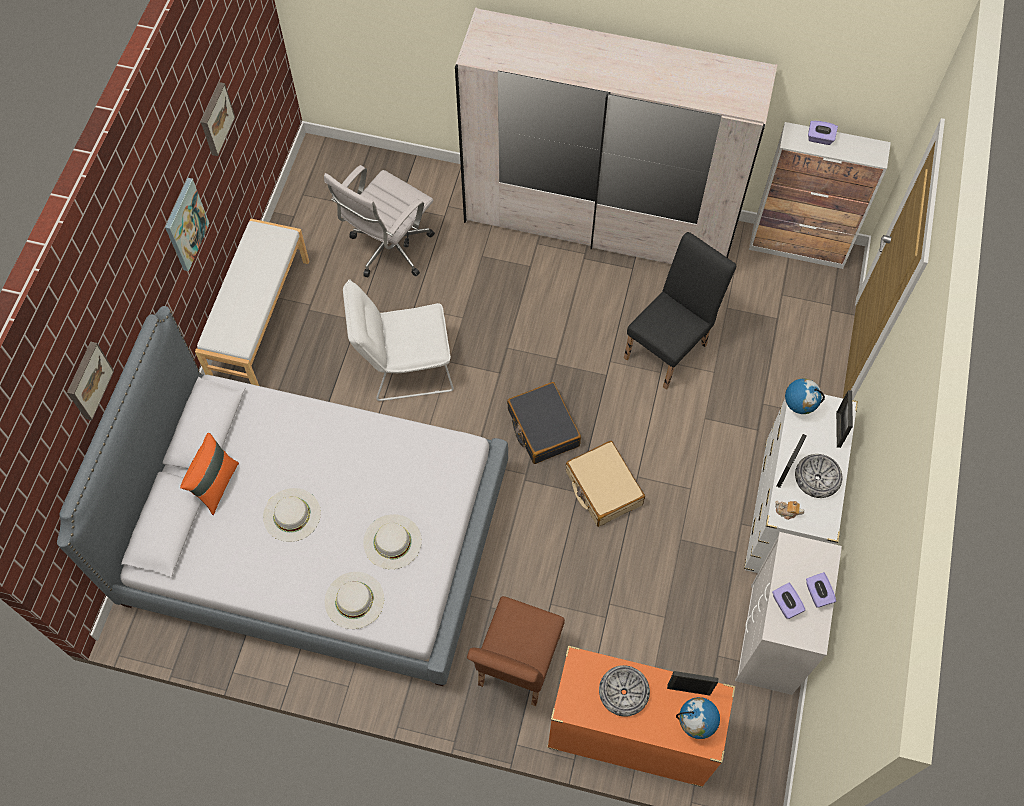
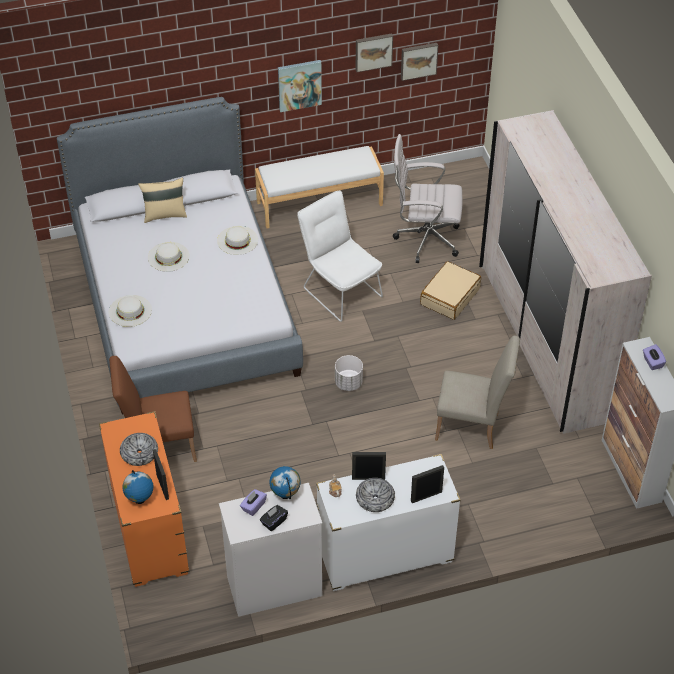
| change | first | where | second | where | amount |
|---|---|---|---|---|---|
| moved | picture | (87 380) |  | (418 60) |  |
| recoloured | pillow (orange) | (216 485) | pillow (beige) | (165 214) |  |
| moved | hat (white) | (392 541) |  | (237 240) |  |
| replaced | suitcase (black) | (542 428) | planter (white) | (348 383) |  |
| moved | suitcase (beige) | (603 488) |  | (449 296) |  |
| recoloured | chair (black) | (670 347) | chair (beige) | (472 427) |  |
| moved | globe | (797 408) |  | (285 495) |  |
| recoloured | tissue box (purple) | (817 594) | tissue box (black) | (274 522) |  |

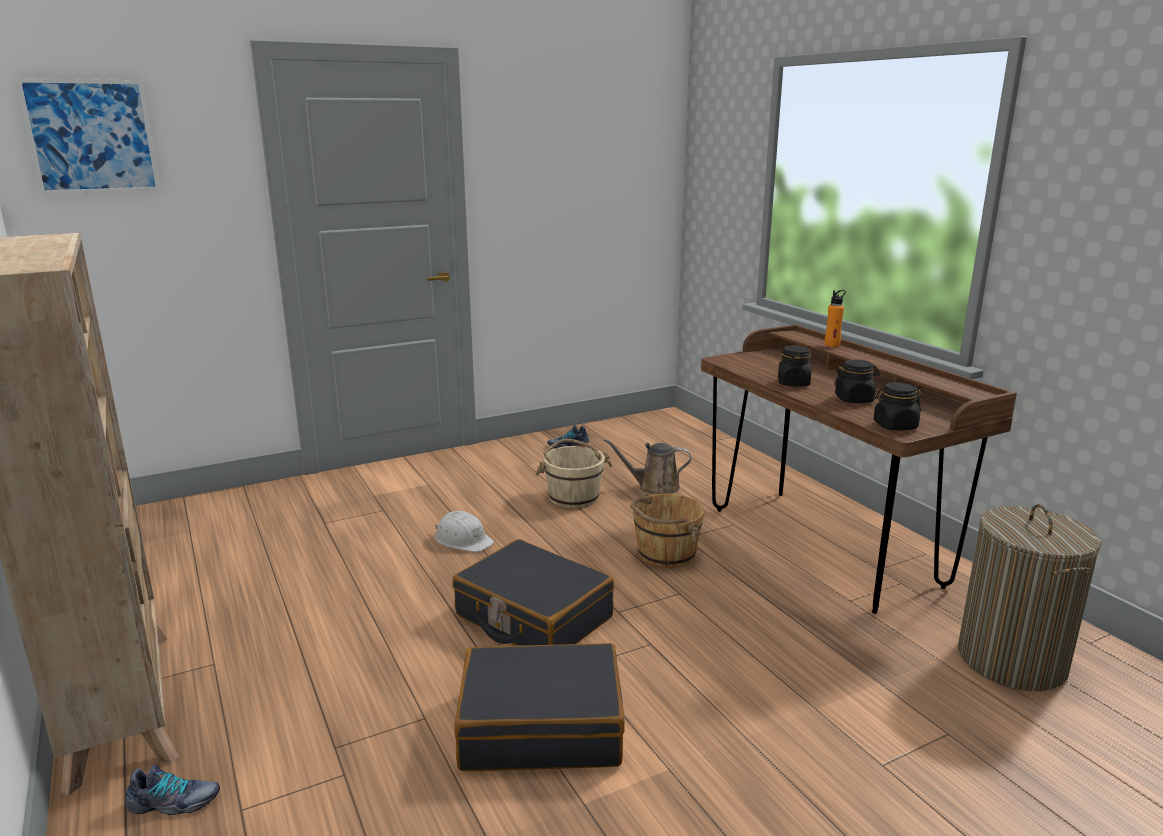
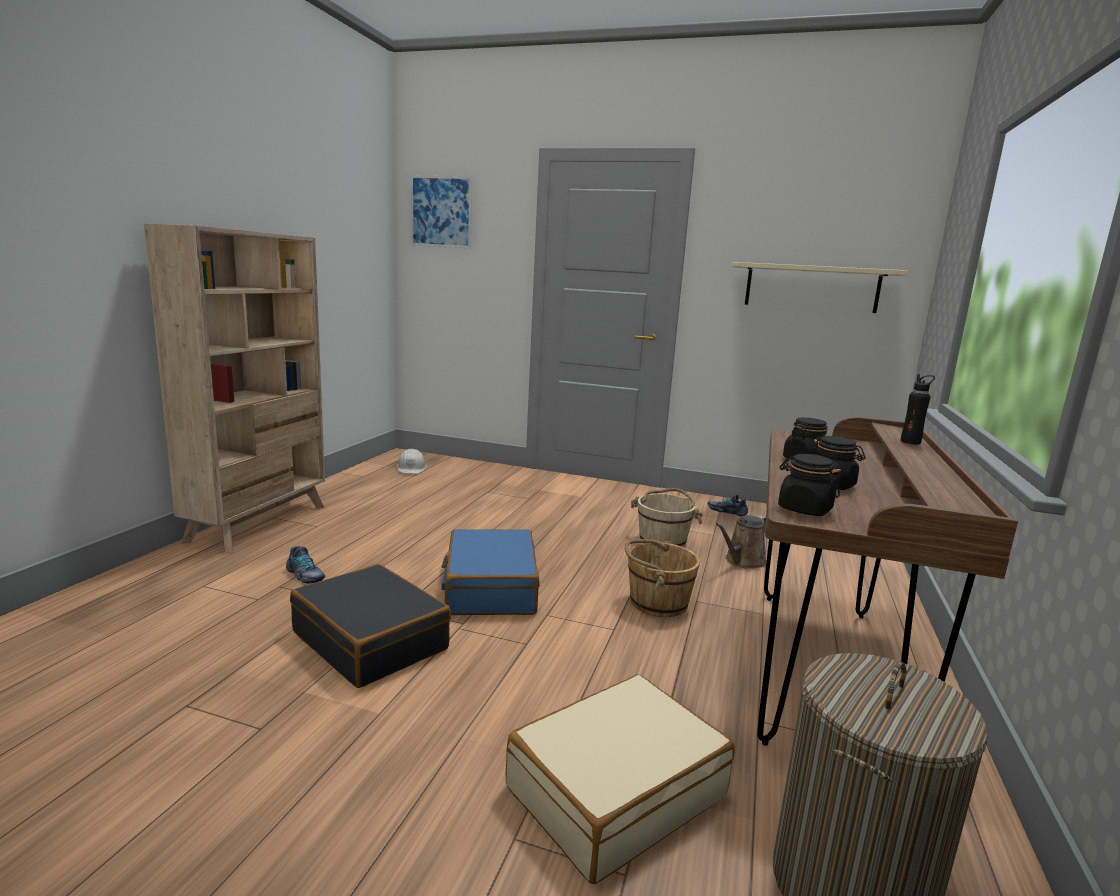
| change | first | where | second | where | amount |
|---|---|---|---|---|---|
| moved | shoe | (174 803) |  | (304 575) |  |
| moved | hard hat (white) | (463 540) |  | (411 468) |  |
| recoloured | suitcase (black) | (533 617) | suitcase (blue) | (490 588) |  |
| turned | watering can (brown) | (654 487) |  | (743 561) | 90 degrees counterclockwise |
| recoloured | bottle (orange) | (832 345) | bottle (black) | (910 442) |  |
| added |  |  | suitcase (beige) | (615 791) |  |
| added |  |  | shelf (beige) | (811 288) |  |

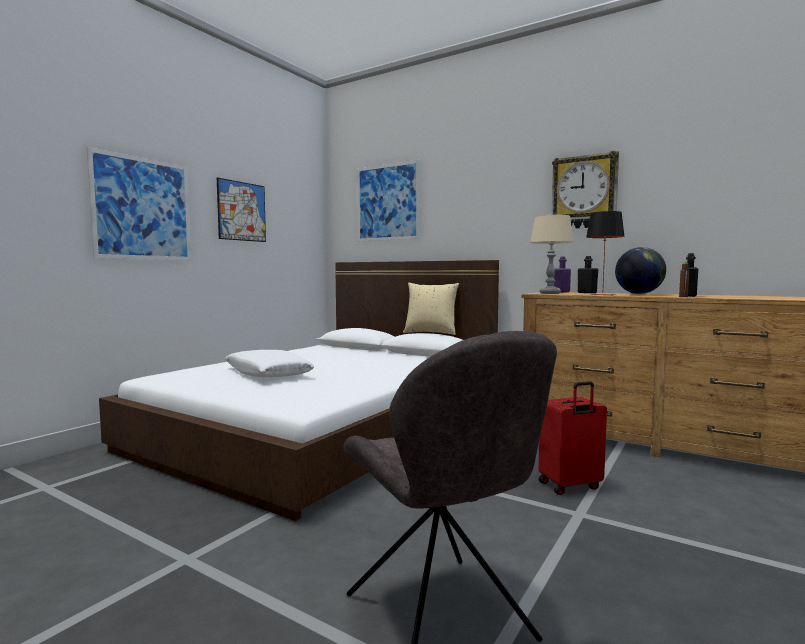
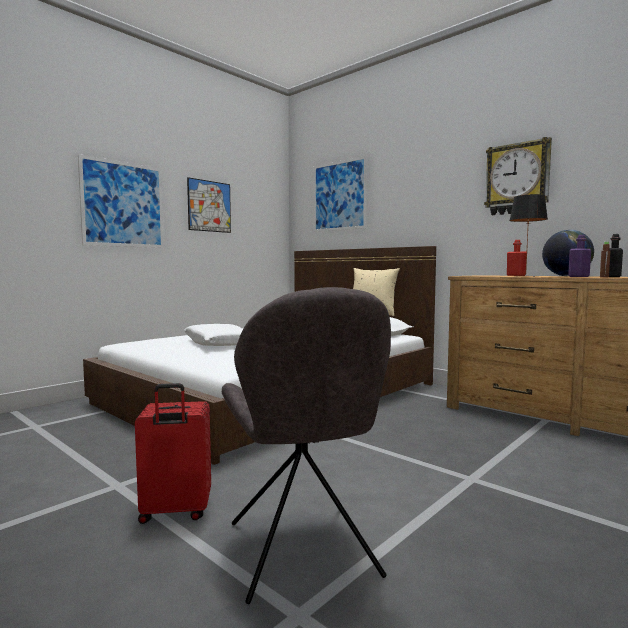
| change | first | where | second | where | amount |
|---|---|---|---|---|---|
| removed | table lamp (beige) | (550 293) |  |  |  |
| moved | suitcase (red) | (570 486) |  | (175 512) |  |
| moved | bottle (purple) | (561 292) |  | (578 276) |  |
| recoloured | bottle (black) | (587 293) | bottle (red) | (516 275) |  |

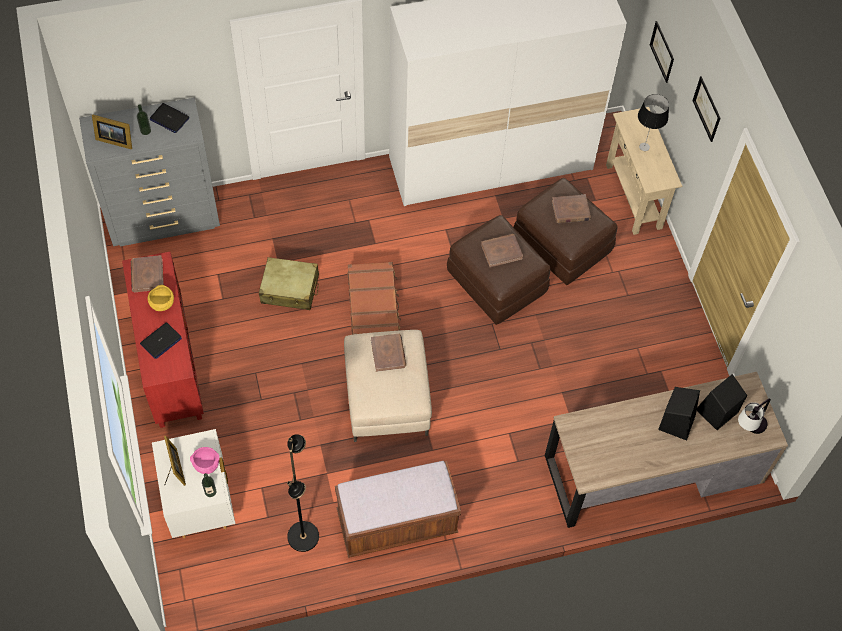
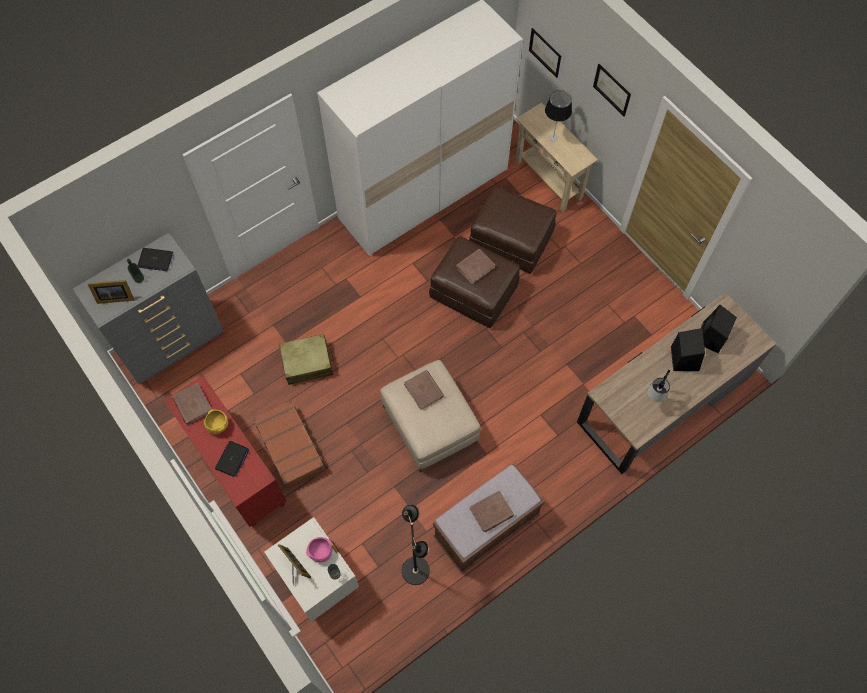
| change | first | where | second | where | amount |
|---|---|---|---|---|---|
| moved | suitcase (brown) | (374 309) |  | (291 447) |  |
| moved | book (brown) | (571 210) |  | (491 512) |  |
| moved | table lamp | (748 430) |  | (654 397) |  |

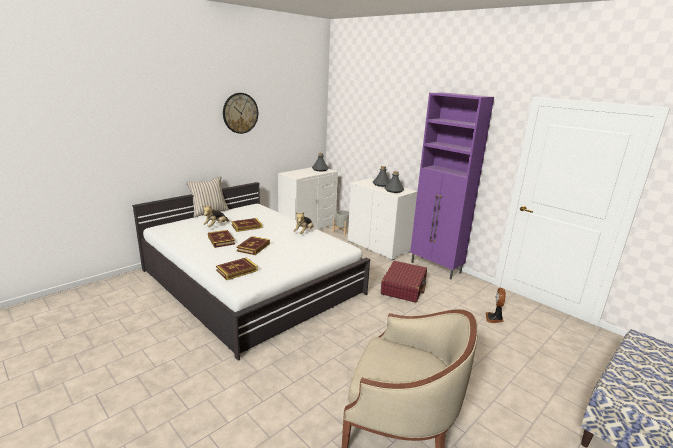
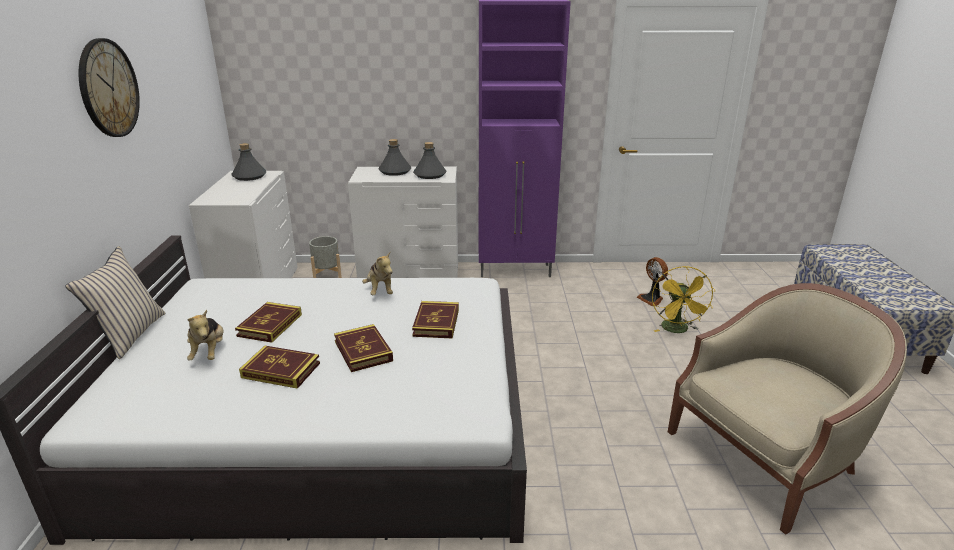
| change | first | where | second | where | amount |
|---|---|---|---|---|---|
| moved | book | (237 270) |  | (436 323) |  |
| removed | suitcase (red) | (403 288) |  |  |  |
| added |  |  | fan (yellow) | (677 330) |  |

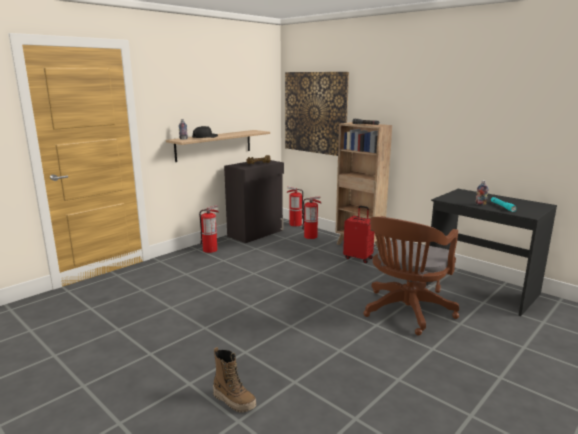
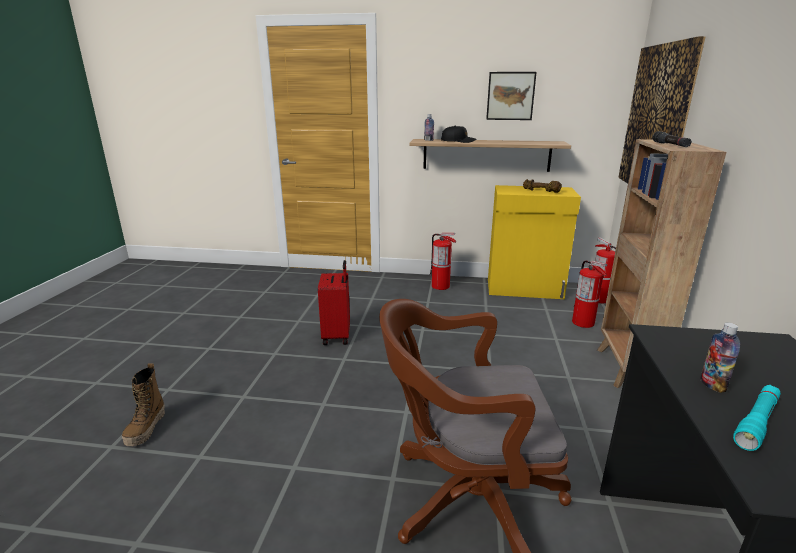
| change | first | where | second | where | amount |
|---|---|---|---|---|---|
| recoloured | cabinet (black) | (256 233) | cabinet (yellow) | (525 289) |  |
| moved | suitcase (red) | (358 258) |  | (337 336) |  |
| added |  |  | picture | (510 96) |  |

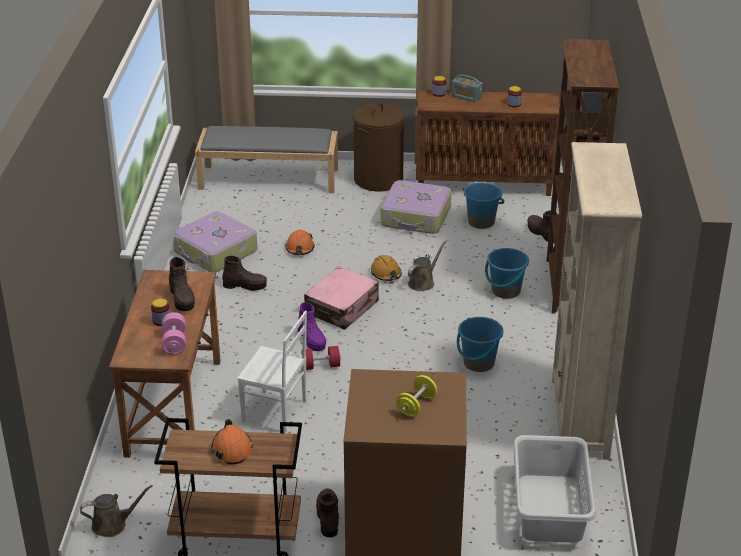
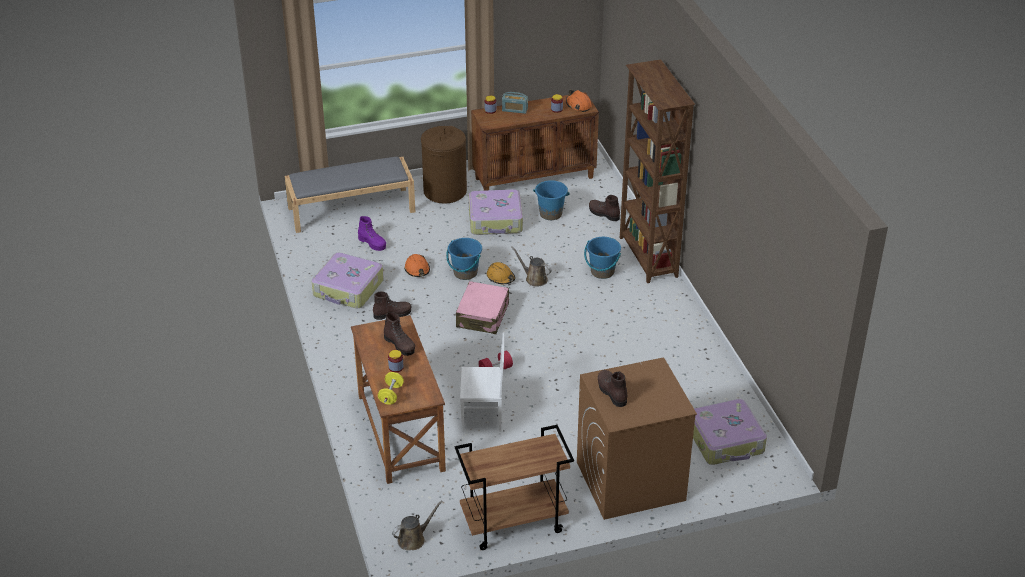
| change | first | where | second | where | amount |
|---|---|---|---|---|---|
| removed | dumbbell (pink) | (174 342) |  |  |  |
| moved | hard hat (orange) | (232 448) |  | (578 105) |  |
| moved | boot (purple) | (312 340) |  | (372 243) |  |
| moved | boot (brown) | (328 517) |  | (611 392) |  |
| moved | dumbbell (yellow) | (416 406) |  | (391 395) |  |
| turned | watering can (brown) | (423 282) |  | (534 279) | 75 degrees counterclockwise |
| moved | bucket (blue) | (478 363) |  | (465 273) |  |
| replaced | laundry basket (grey) | (550 508) | suitcase | (726 440) |  |
| removed | bookcase (beige) | (579 418) |  |  |  |

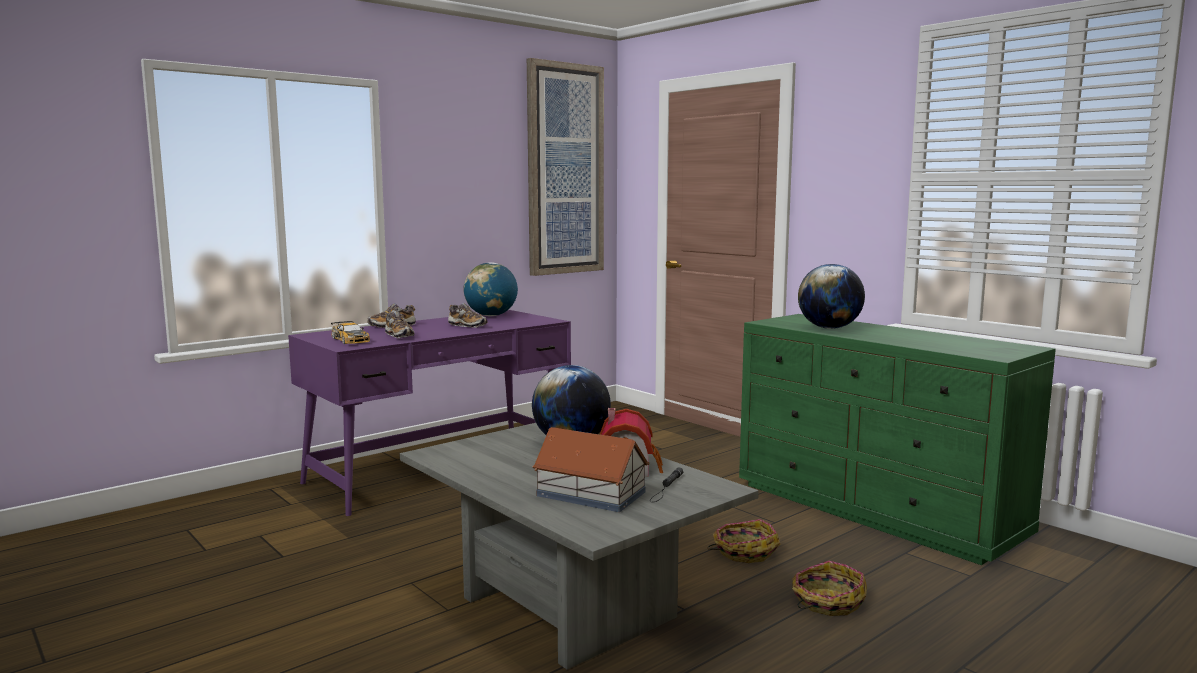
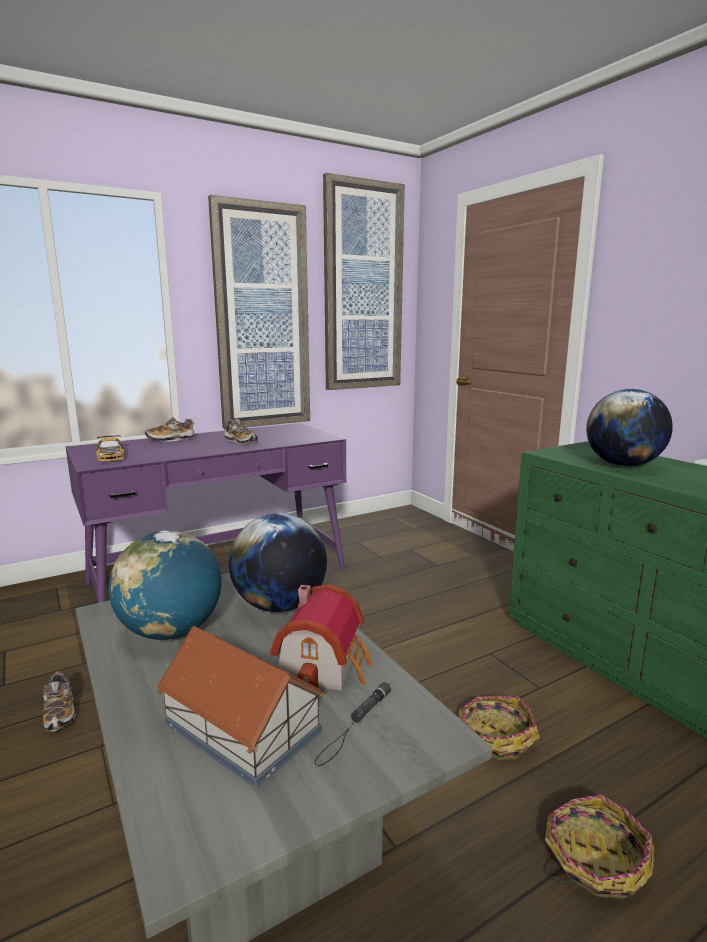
| change | first | where | second | where | amount |
|---|---|---|---|---|---|
| moved | shoe | (399 336) |  | (60 713) |  |
| moved | globe | (491 315) |  | (171 632) |  |
| added |  |  | picture | (262 318) |  |

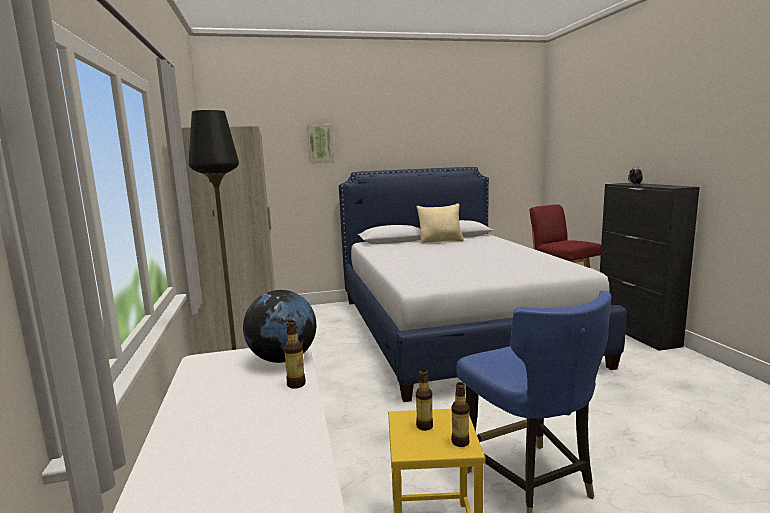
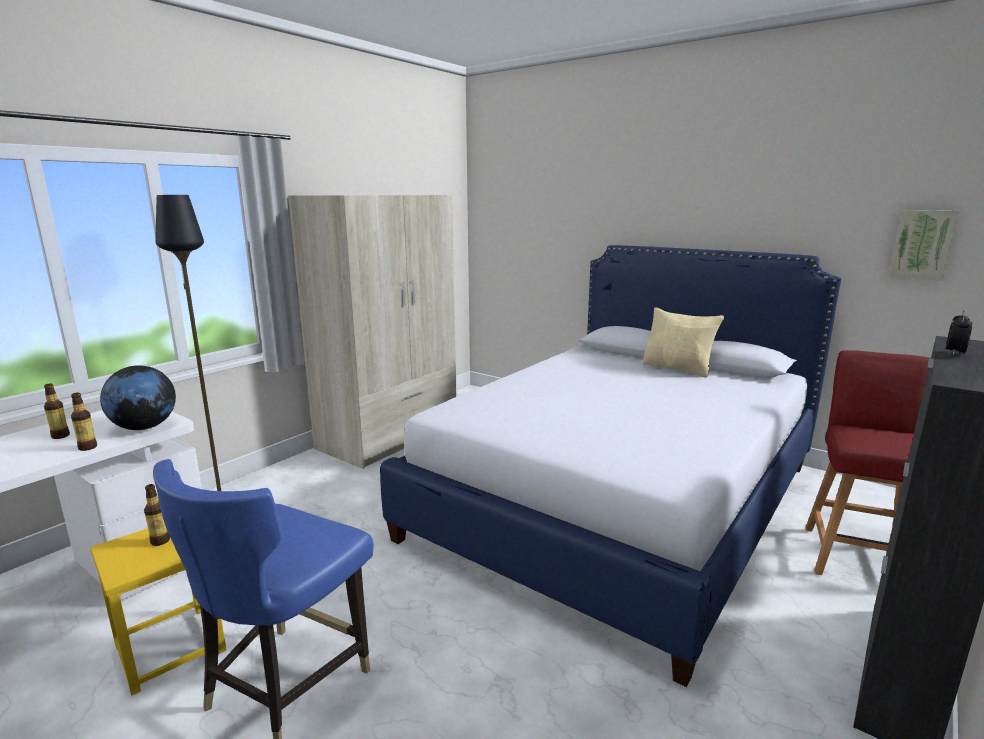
| change | first | where | second | where | amount |
|---|---|---|---|---|---|
| moved | picture | (320 144) |  | (922 244) |  |
| moved | bottle | (460 442) |  | (60 436) |  |

